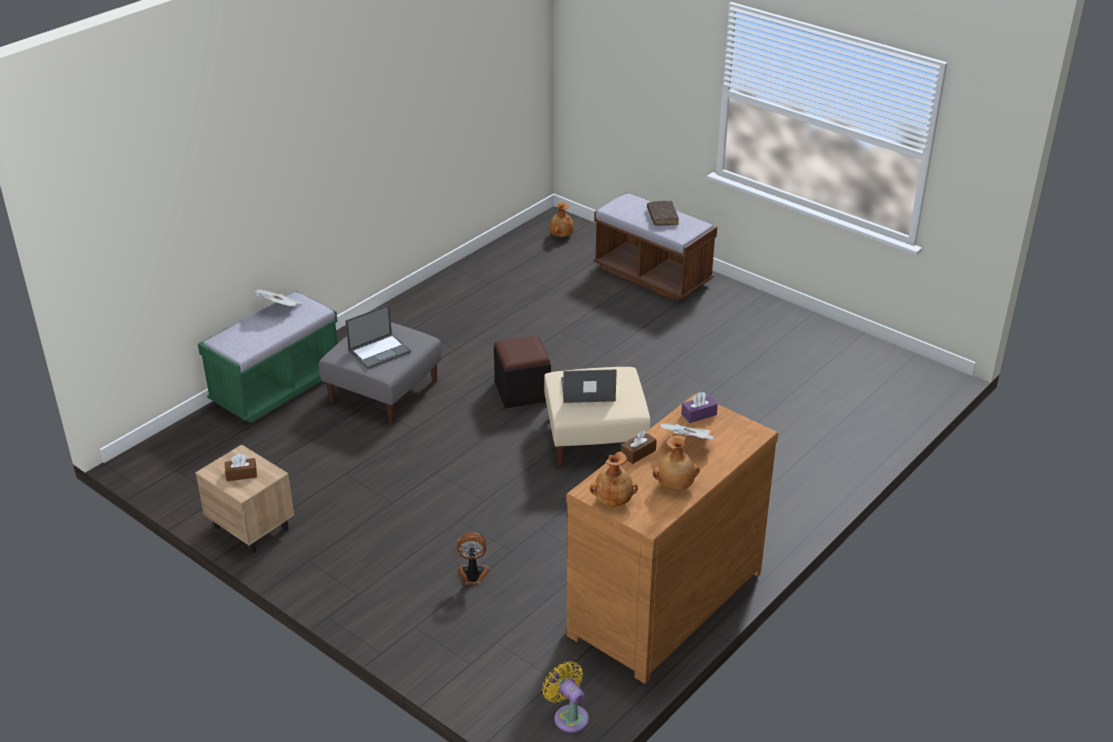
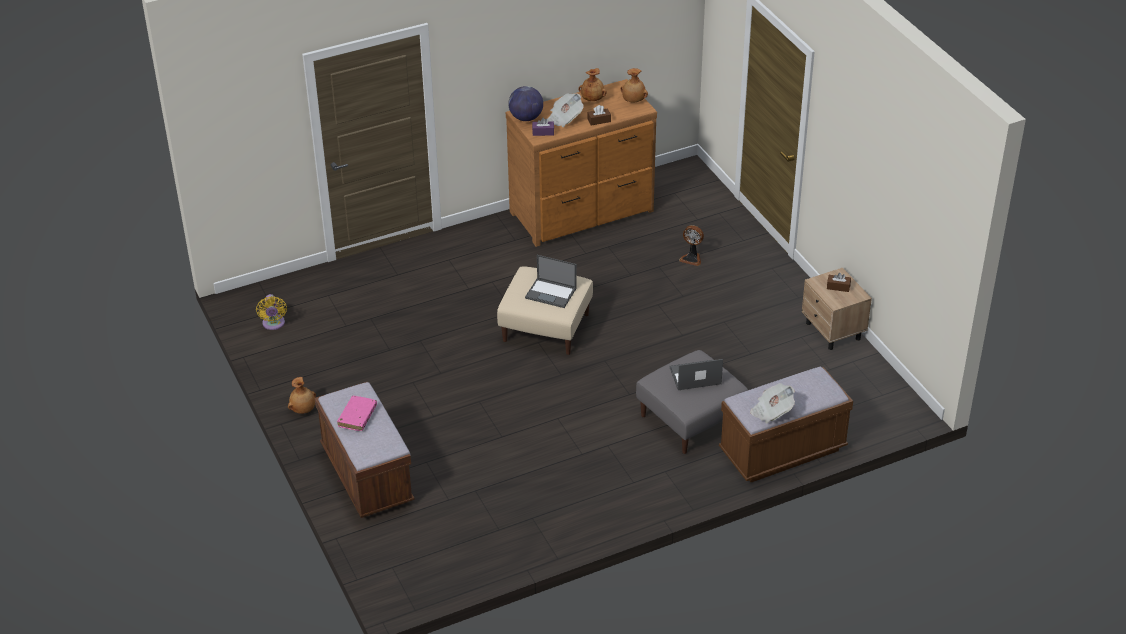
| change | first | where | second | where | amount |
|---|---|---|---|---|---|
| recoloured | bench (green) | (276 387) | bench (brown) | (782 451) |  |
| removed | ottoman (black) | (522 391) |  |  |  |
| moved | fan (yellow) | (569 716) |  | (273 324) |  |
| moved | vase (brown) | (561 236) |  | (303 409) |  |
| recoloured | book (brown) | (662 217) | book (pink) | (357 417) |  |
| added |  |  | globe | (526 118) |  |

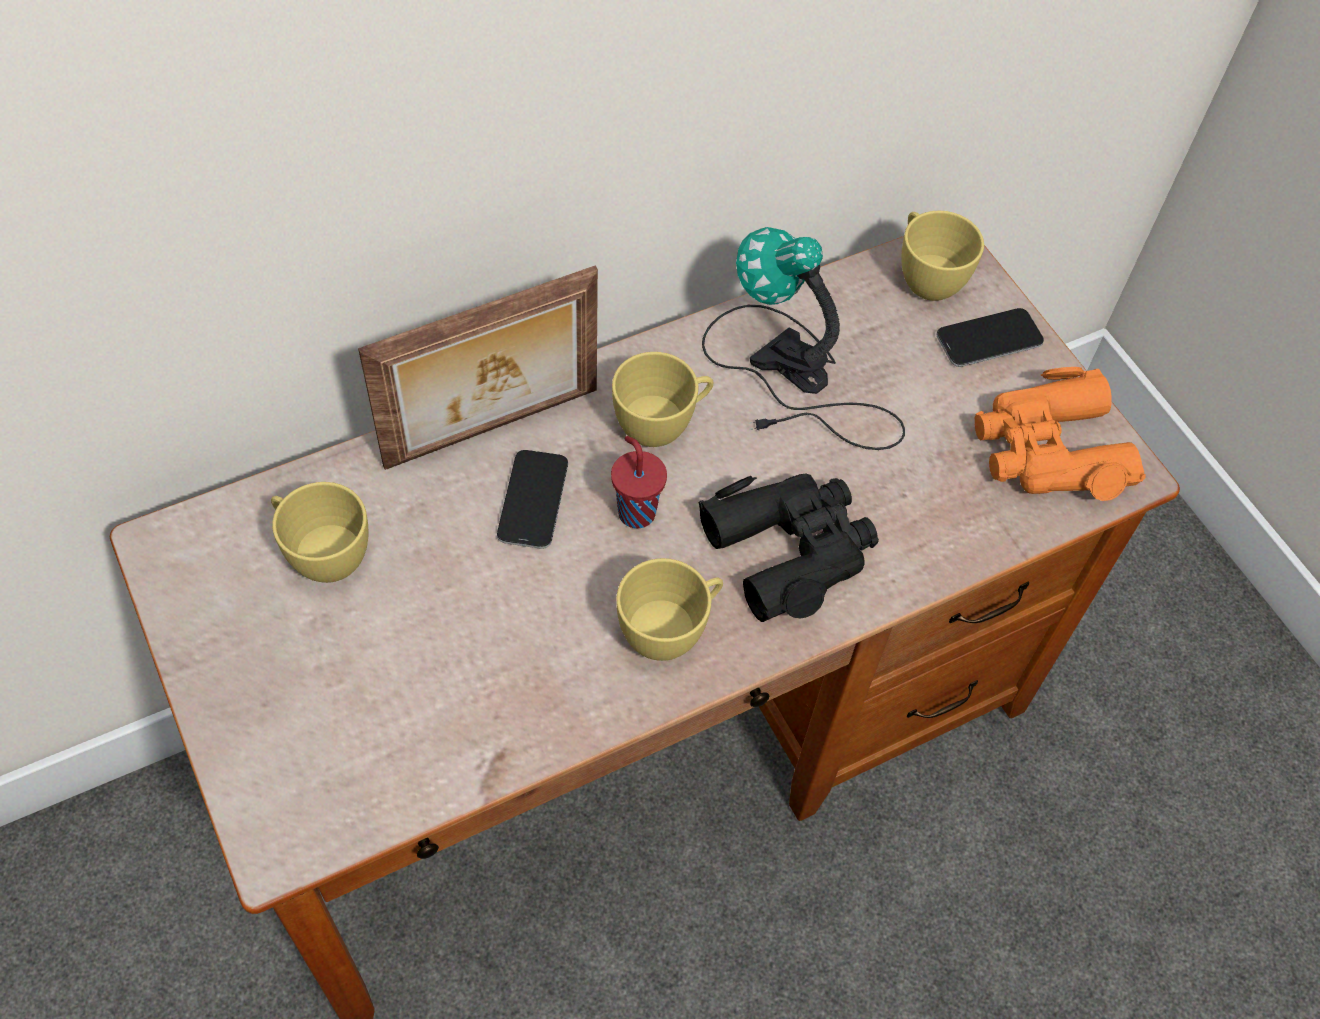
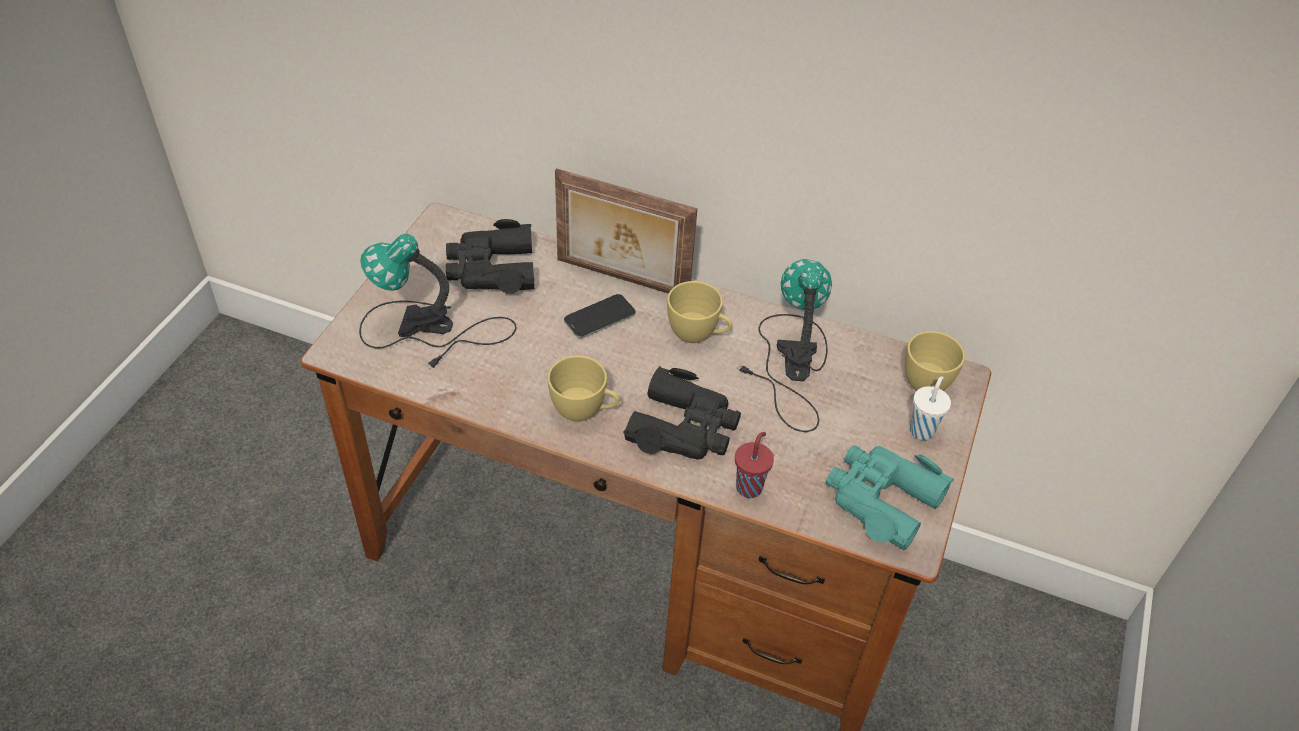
| change | first | where | second | where | amount |
|---|---|---|---|---|---|
| replaced | cup (yellow) | (322 554) | binoculars (black) | (491 269) |  |
| moved | cup (red) | (635 511) |  | (749 486) |  |
| replaced | phone | (989 339) | cup (white) | (922 429) |  |
| recoloured | binoculars (orange) | (1048 450) | binoculars (turquoise) | (881 499) |  |
| added |  |  | table lamp | (431 330) |  |

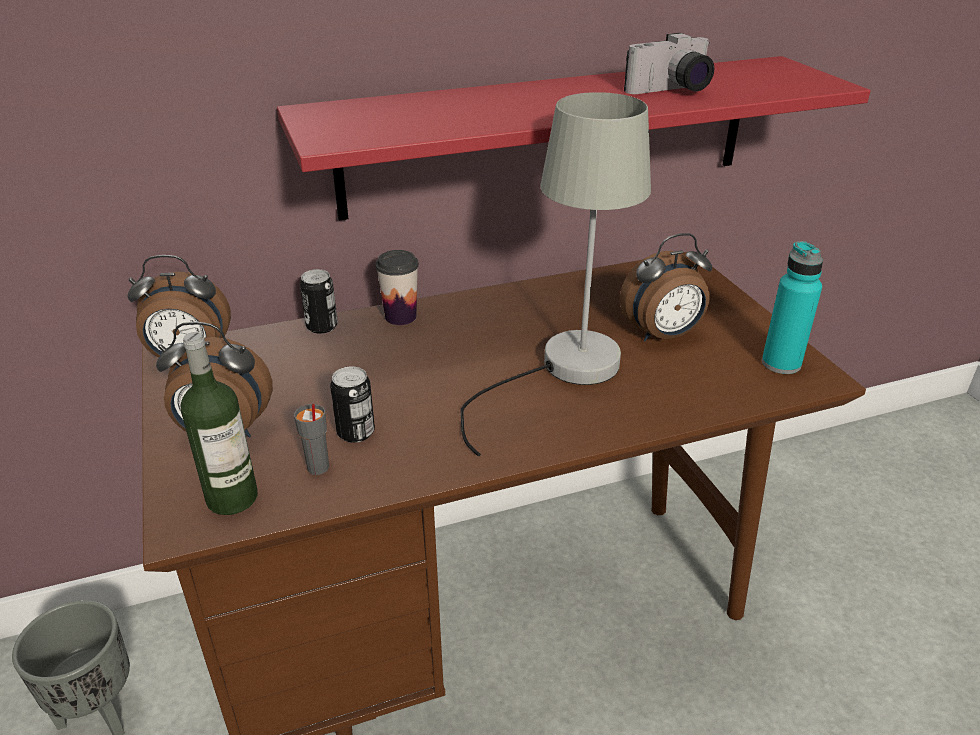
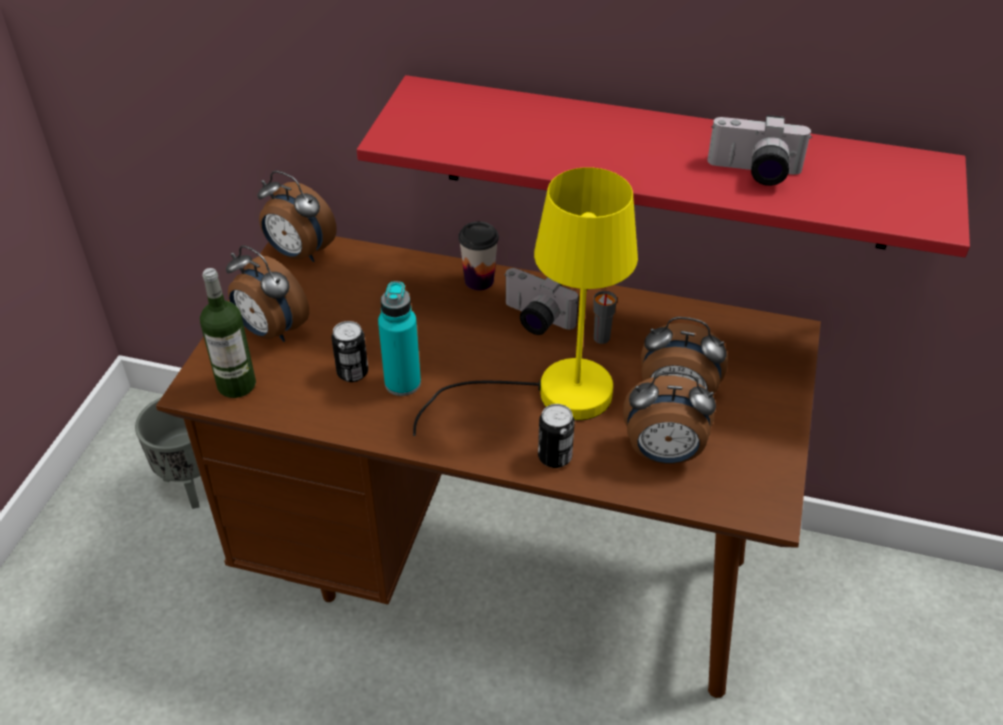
| change | first | where | second | where | amount |
|---|---|---|---|---|---|
| moved | cup (grey) | (318 468) |  | (601 338) |  |
| moved | can | (322 326) |  | (554 457) |  |
| recoloured | table lamp (grey) | (563 372) | table lamp (yellow) | (552 395) |  |
| moved | bottle (turquoise) | (781 363) |  | (402 383) |  |
| added |  |  | photo camera | (534 320) |  |
| added |  |  | alarm clock | (663 454) |  |

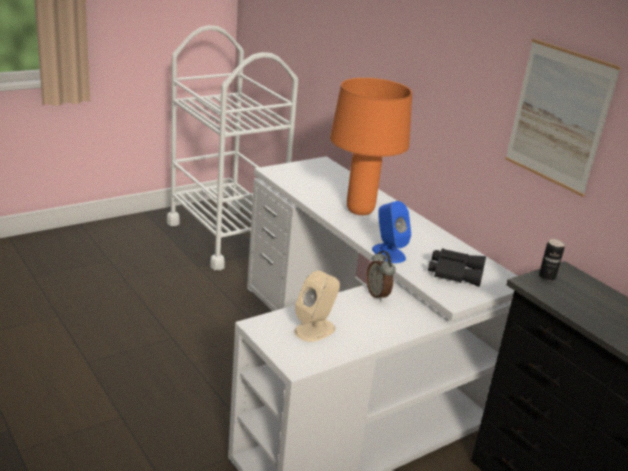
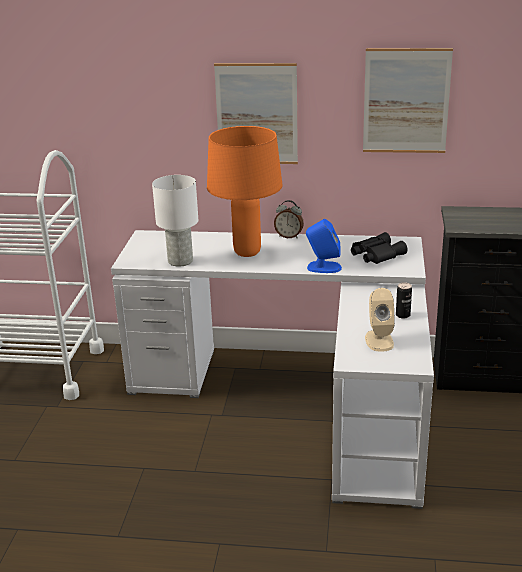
| change | first | where | second | where | amount |
|---|---|---|---|---|---|
| moved | alarm clock | (378 294) |  | (289 236) |  |
| moved | can | (547 277) |  | (403 315) |  |
| added |  |  | table lamp (white) | (180 261) |  |
| added |  |  | picture | (257 114) |  |

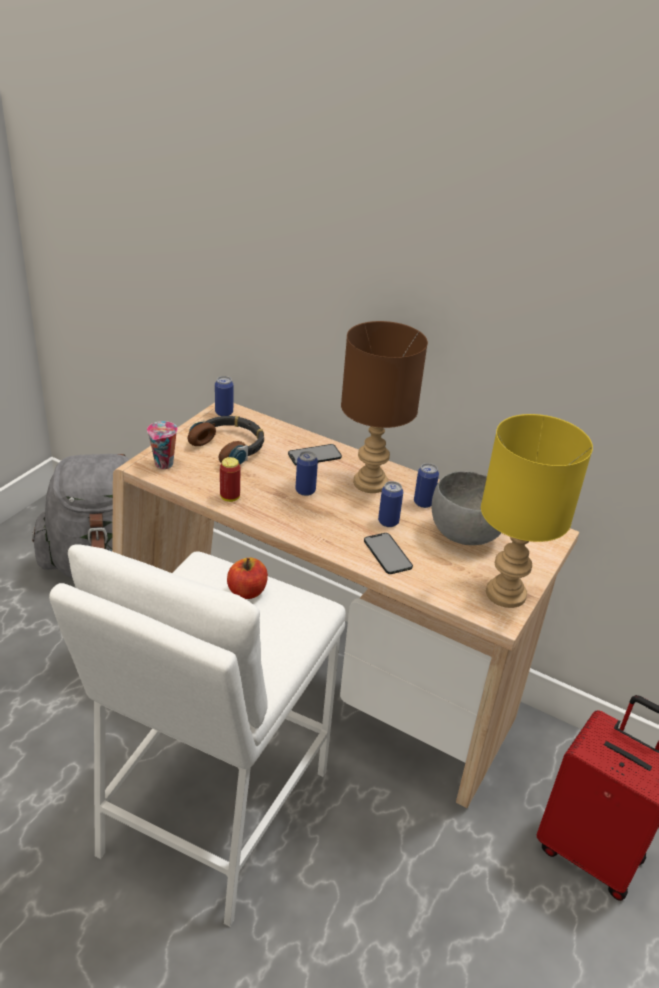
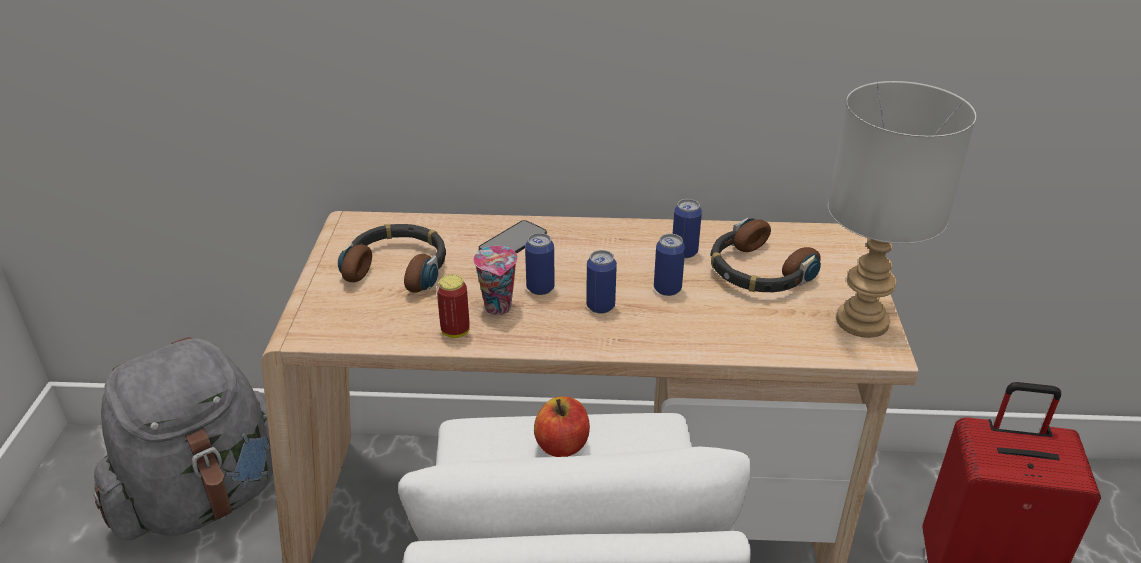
| change | first | where | second | where | amount |
|---|---|---|---|---|---|
| moved | cup | (164 465) |  | (499 308) |  |
| moved | can | (224 413) |  | (600 306) |  |
| removed | table lamp (brown) | (372 483) |  |  |  |
| removed | phone | (387 553) |  |  |  |
| replaced | bowl (grey) | (463 534) | headphones | (758 271) |  |
| recoloured | table lamp (yellow) | (507 594) | table lamp (grey) | (864 321) |  |

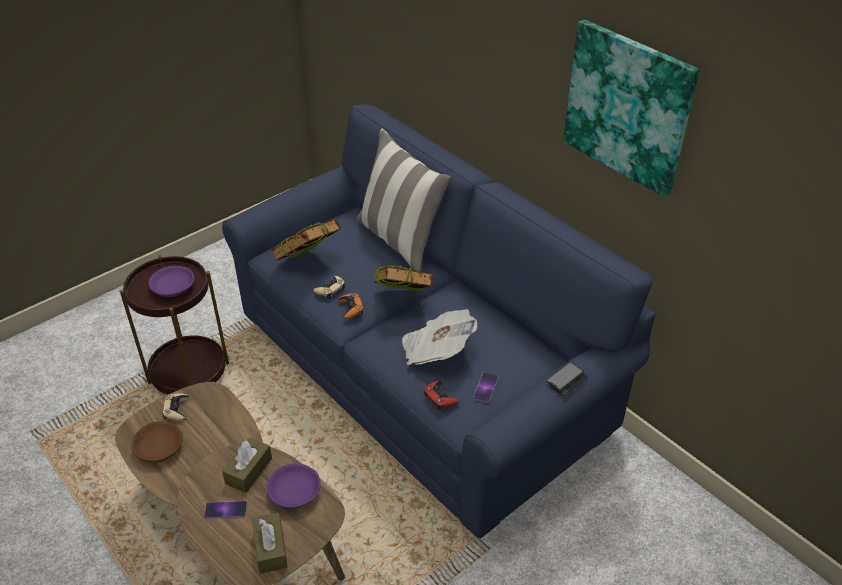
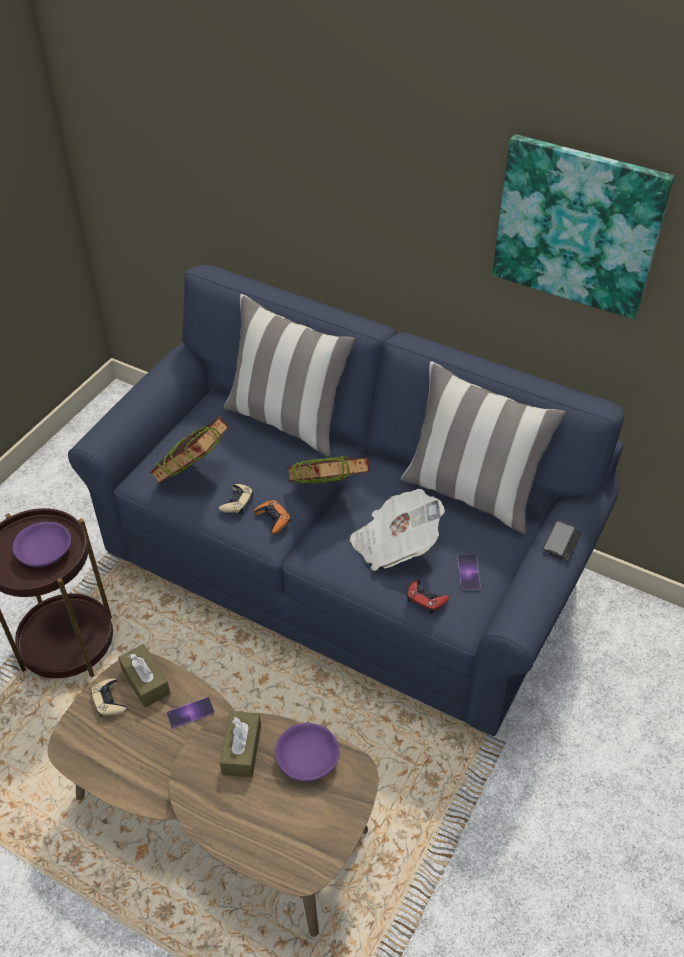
| change | first | where | second | where | amount |
|---|---|---|---|---|---|
| removed | bowl (brown) | (159 447) |  |  |  |
| moved | phone | (225 510) |  | (190 713) |  |
| moved | tissue box (brown) | (270 548) |  | (145 681) |  |
| added |  |  | pillow | (471 493) |  |

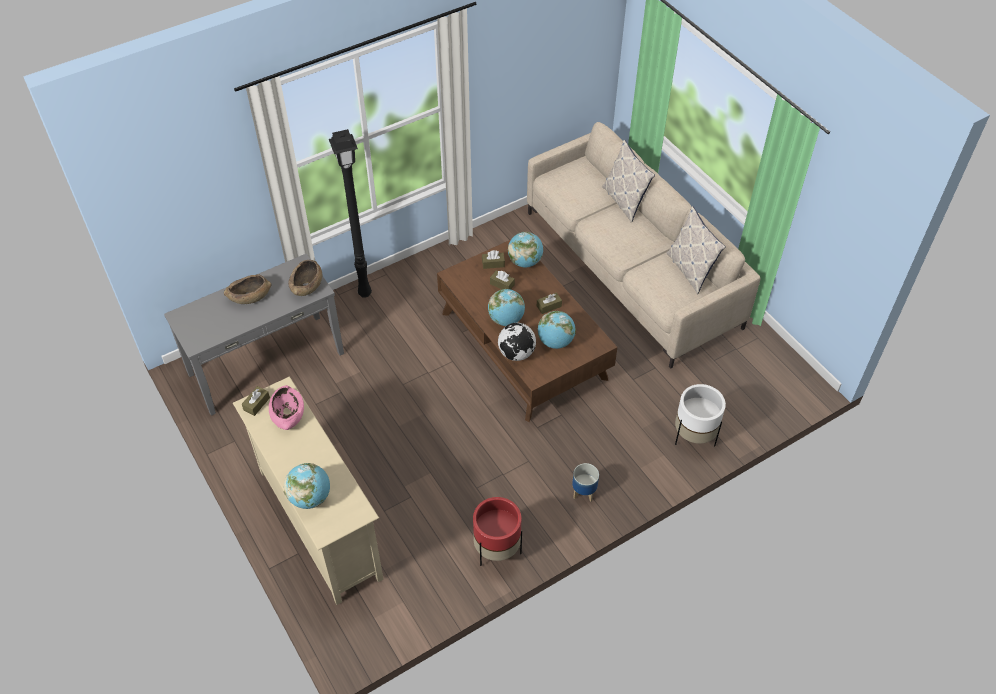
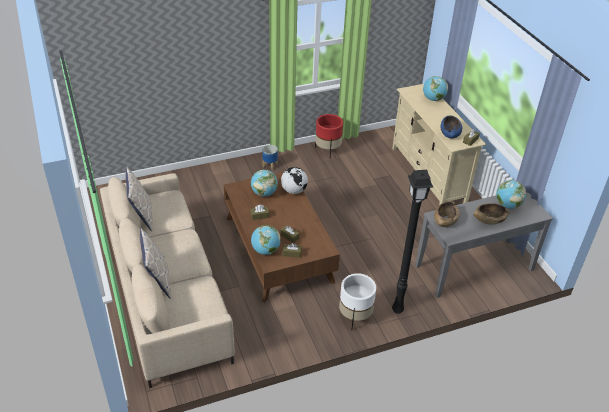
| change | first | where | second | where | amount |
|---|---|---|---|---|---|
| recoloured | bowl (pink) | (287 414) | bowl (blue) | (450 133) |  |
| moved | globe | (506 319) |  | (507 205) |  |
| moved | planter (white) | (694 436) |  | (355 317) |  |

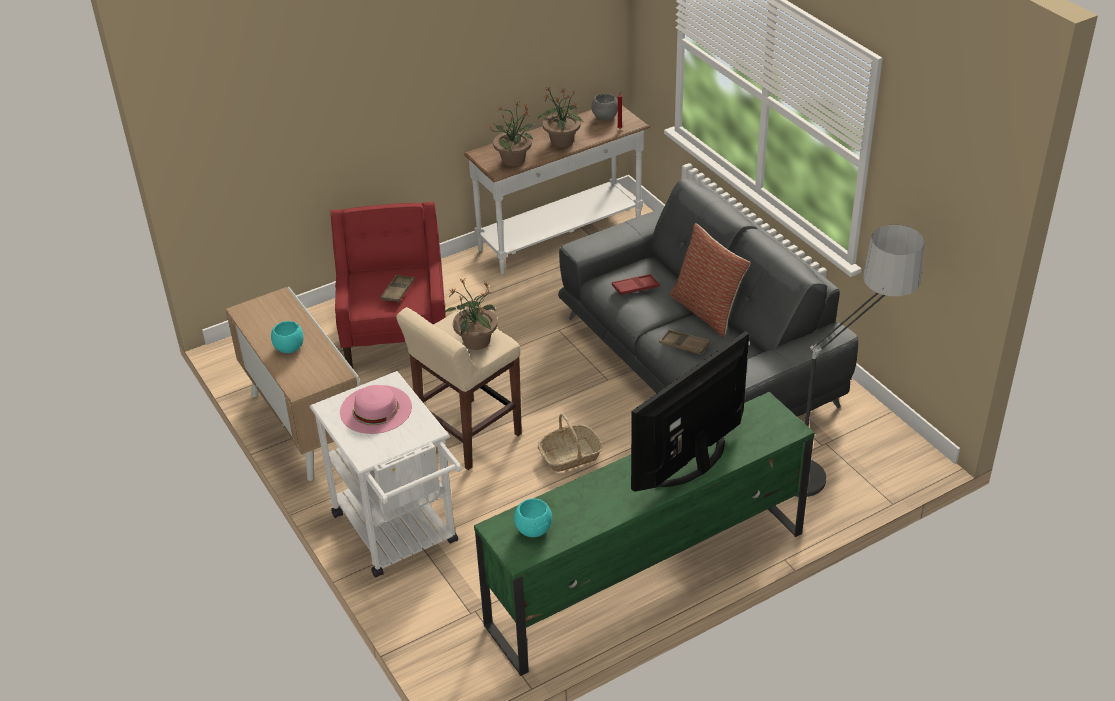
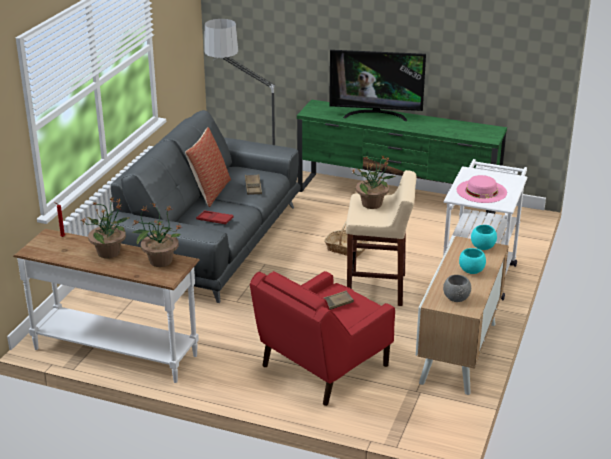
| change | first | where | second | where | amount |
|---|---|---|---|---|---|
| moved | bowl (turquoise) | (534 529) |  | (482 247) |  |
| moved | bowl (grey) | (605 117) |  | (456 298) |  |

